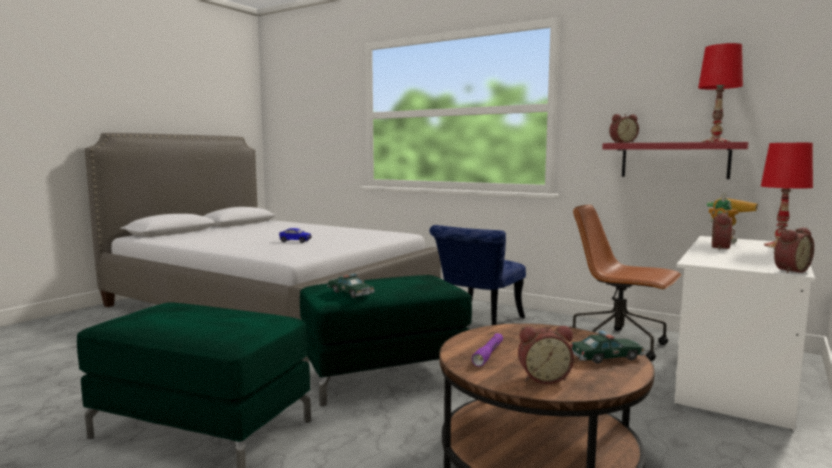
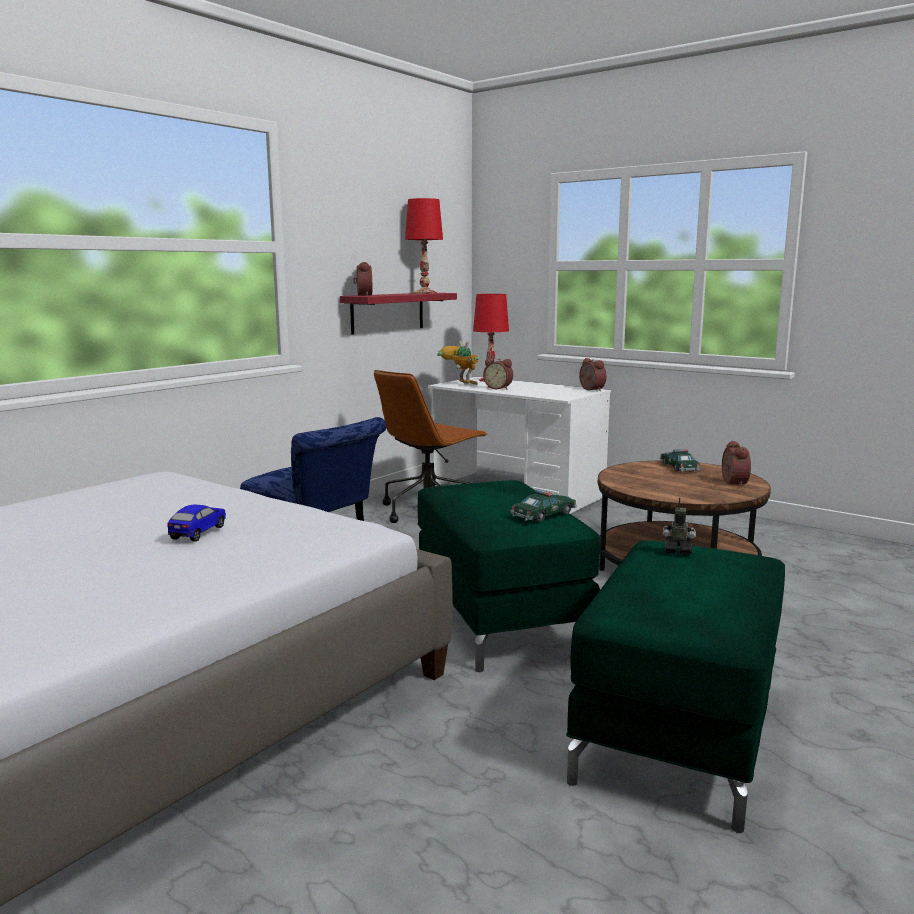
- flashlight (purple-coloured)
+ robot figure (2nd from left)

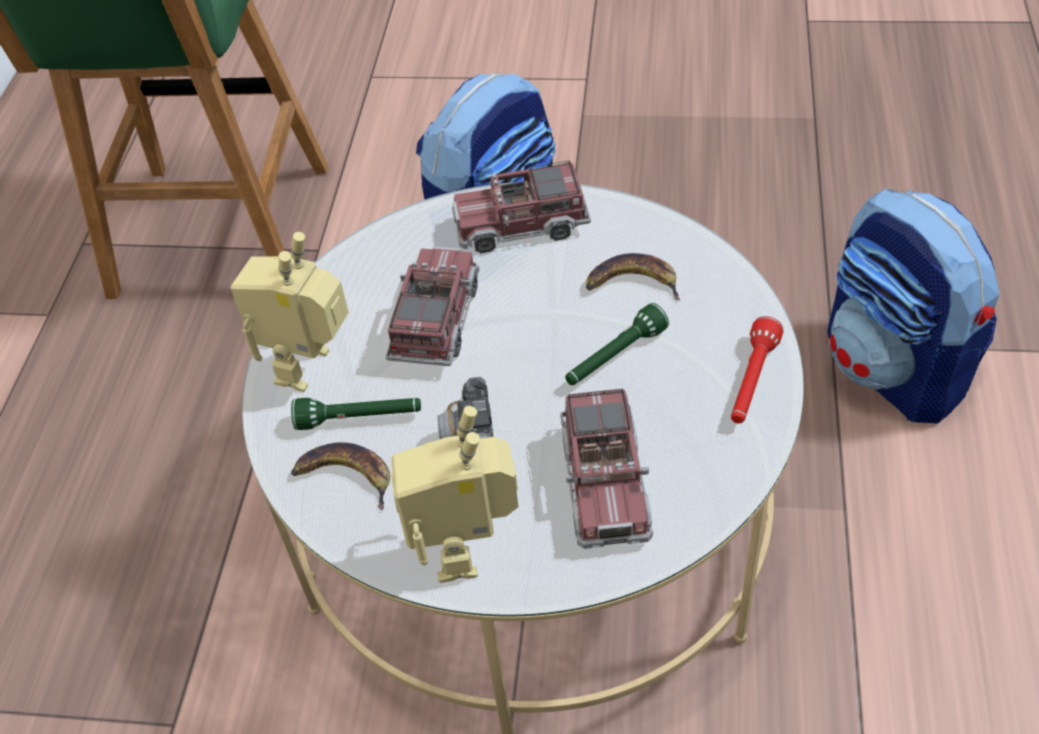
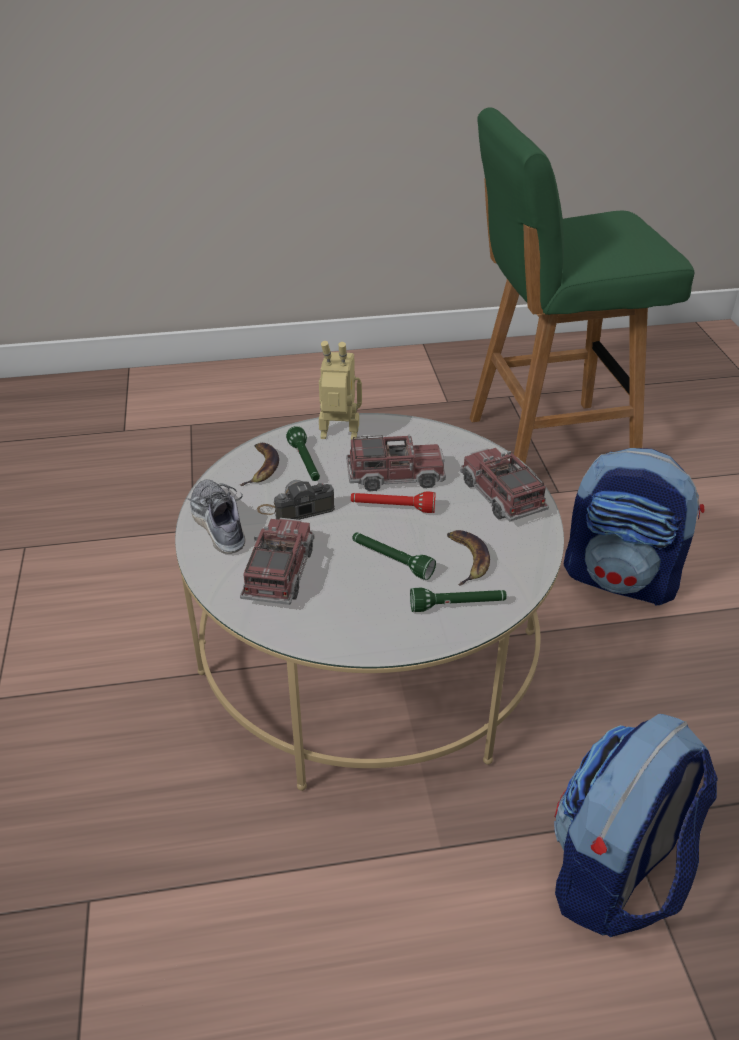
~ flashlight (red-coloured)
~ toy truck (3rd from left in the first image) 120 degrees clockwise
~ robot figure (2nd from left) to shoe
+ flashlight (green) (3rd from left)

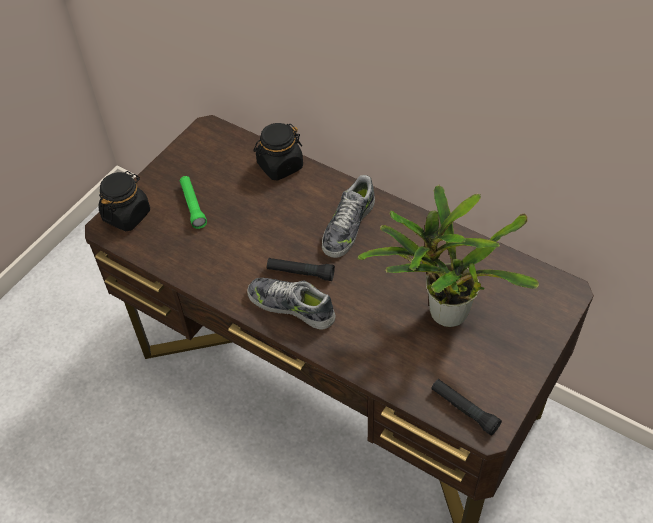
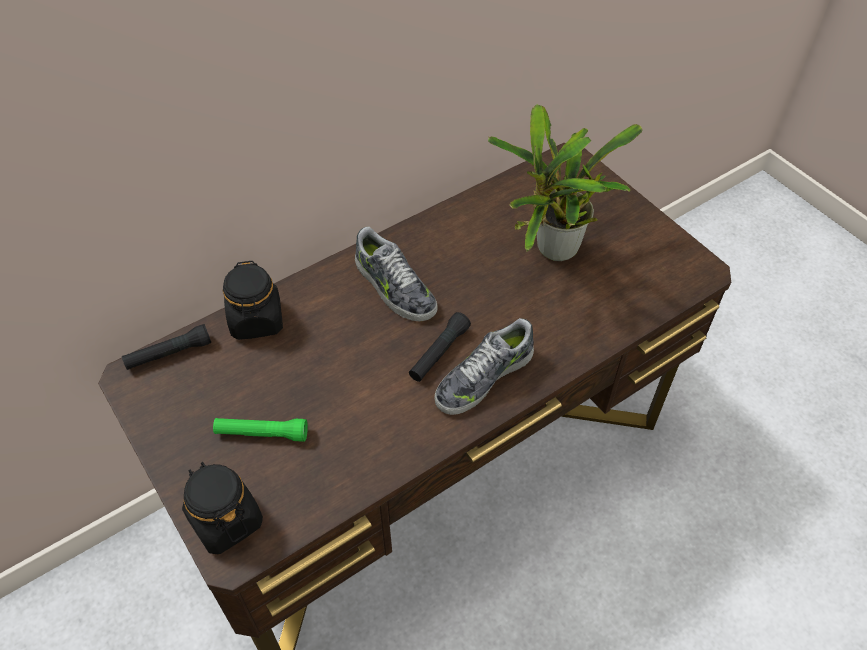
~ flashlight (blackish) (2nd from left in the first image) to flashlight (blackish) (1st from left)

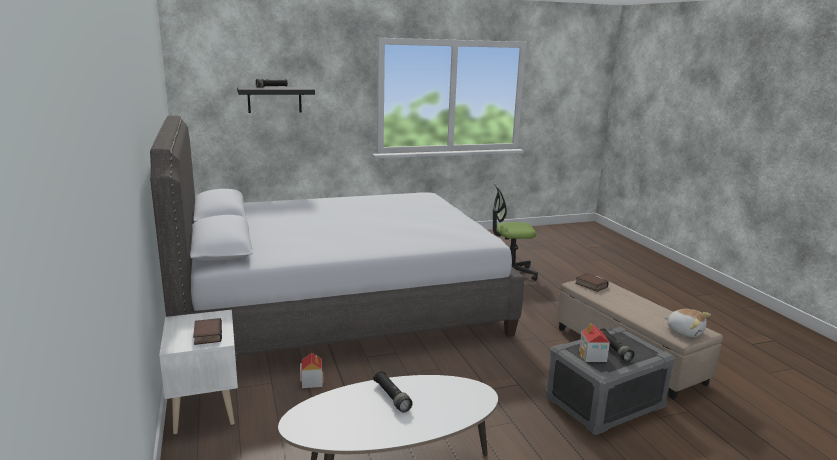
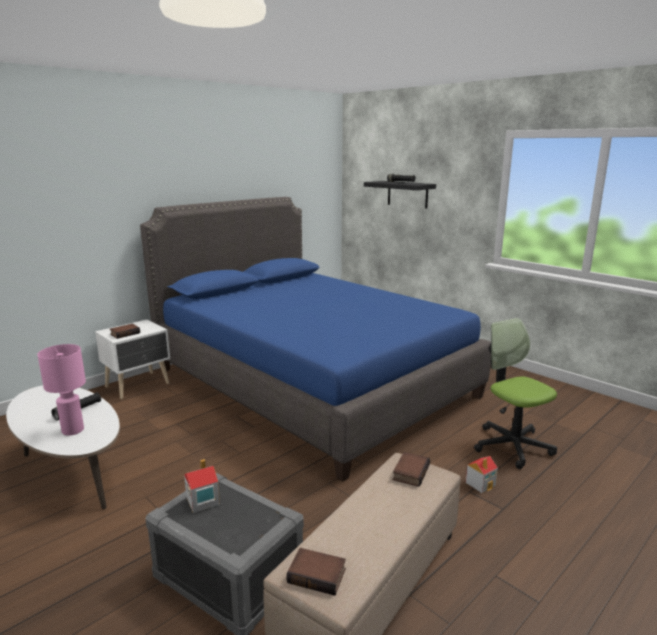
~ sleeping bed (gray) to sleeping bed (blue)
~ cuddly toy to book (2nd from left)
- flashlight (blackish) (3rd from left)
~ miniature house (1st from left in the first image) to miniature house (2nd from left)
+ lamp for a table (pink-coloured)

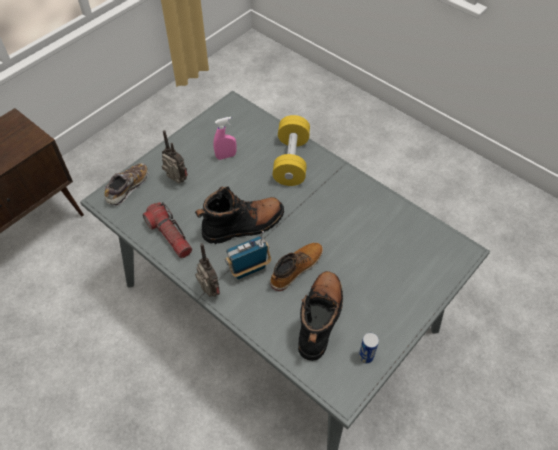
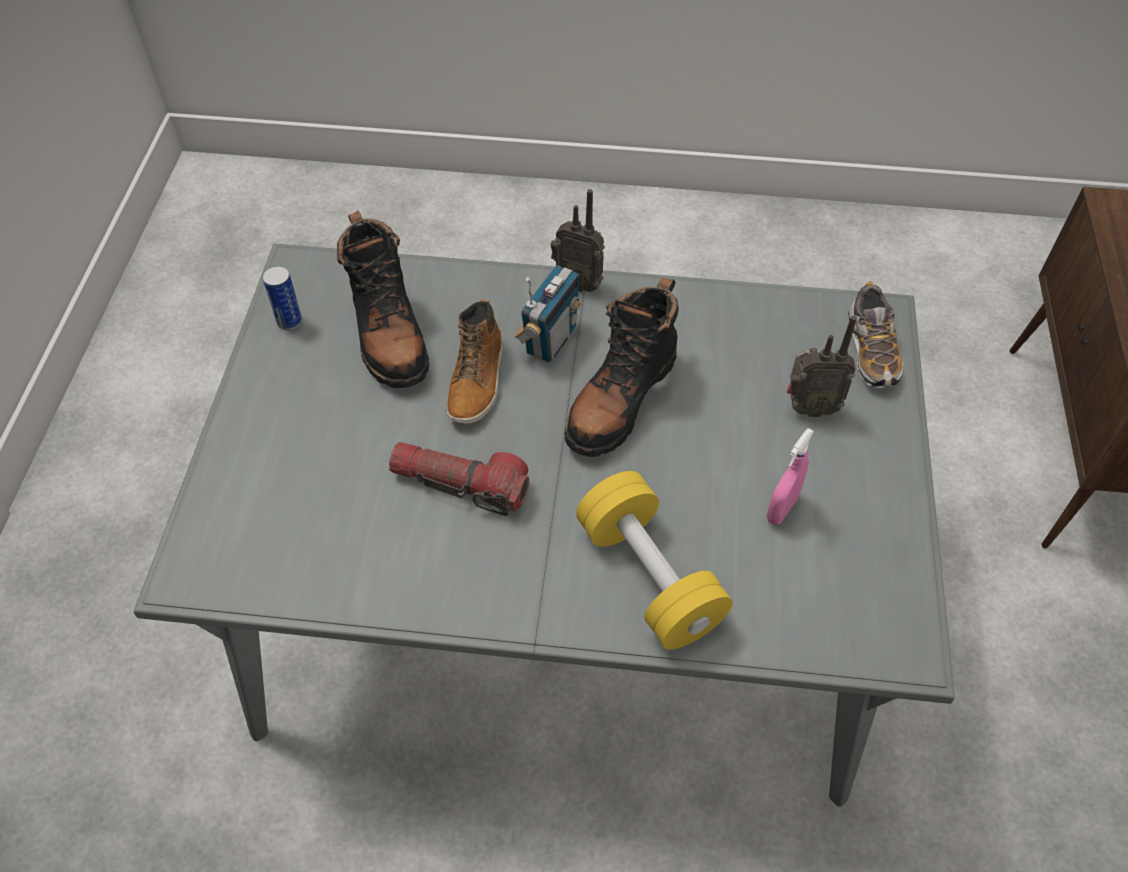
~ flashlight

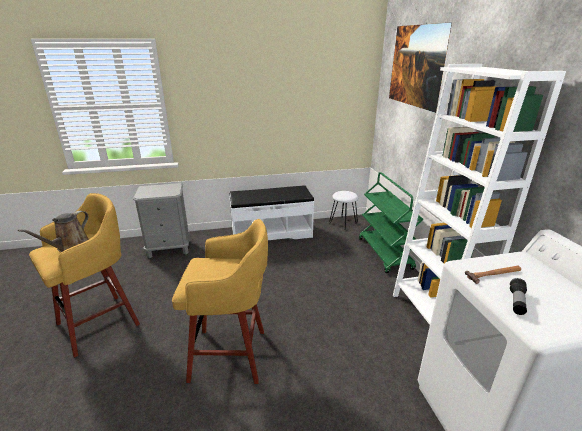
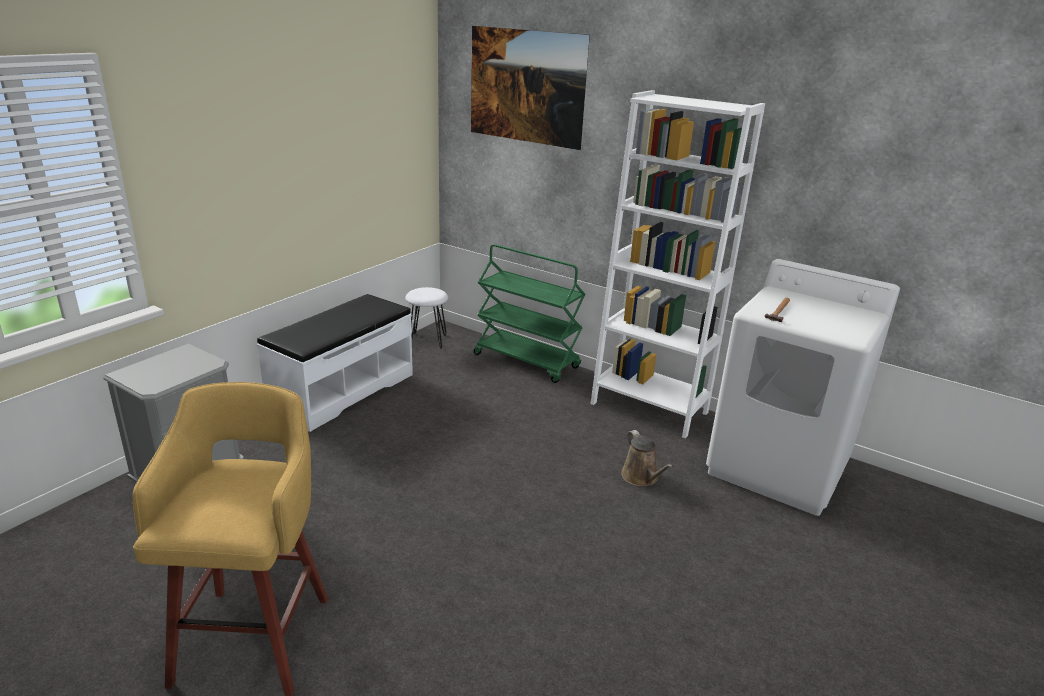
~ watering pot (brownish)
- stool seat (yellow-coloured) (2nd from left)
- flashlight

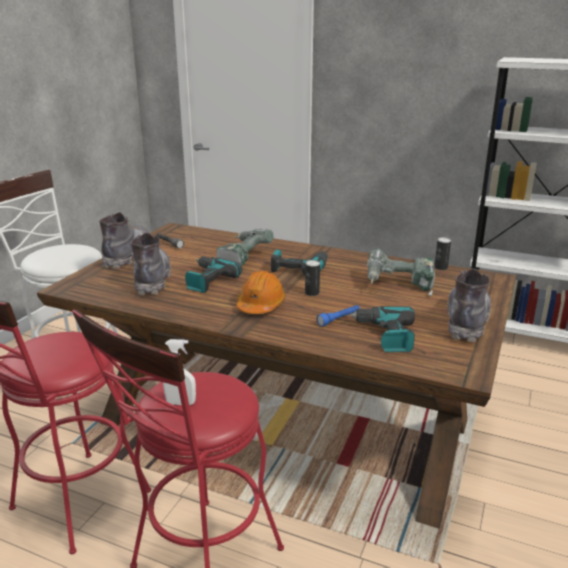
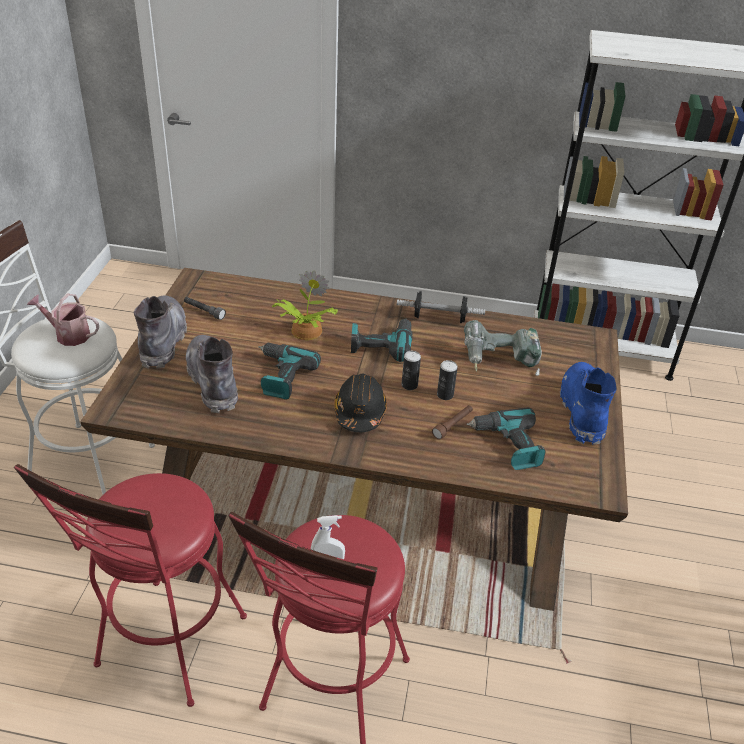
~ drill (2nd from left) to potted plant
~ metal can (2nd from left)
~ high-top boot (gray) (3rd from left) to high-top boot (blue)
~ work helmet (orangey) to work helmet (blackish)
~ flashlight (blue) to flashlight (brownish)
+ dumbbell
+ watering pot

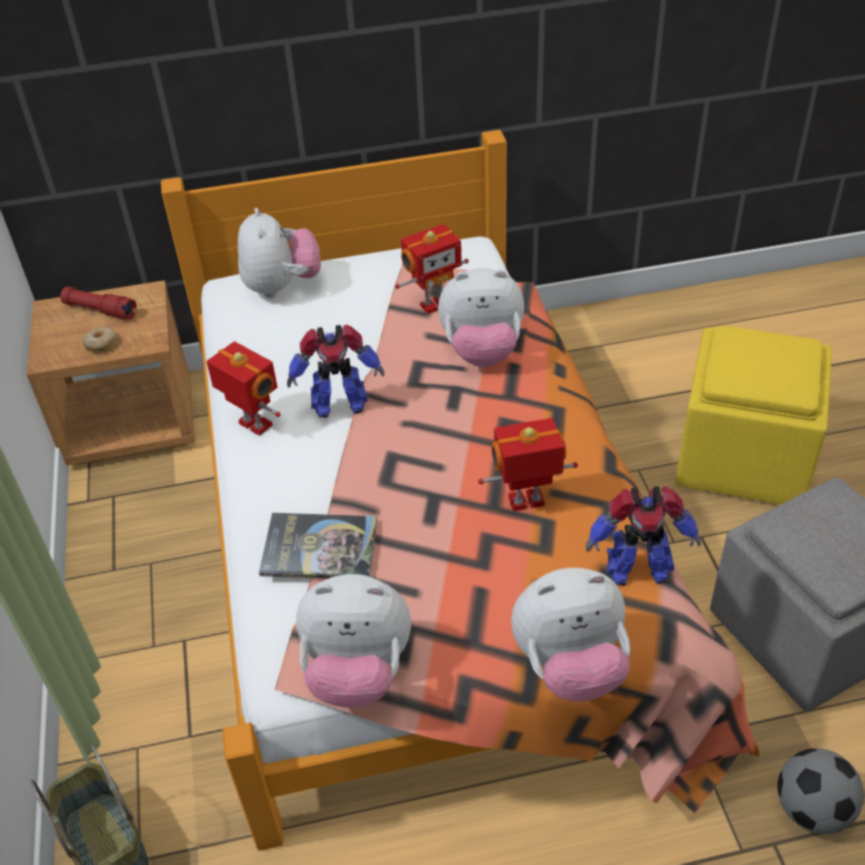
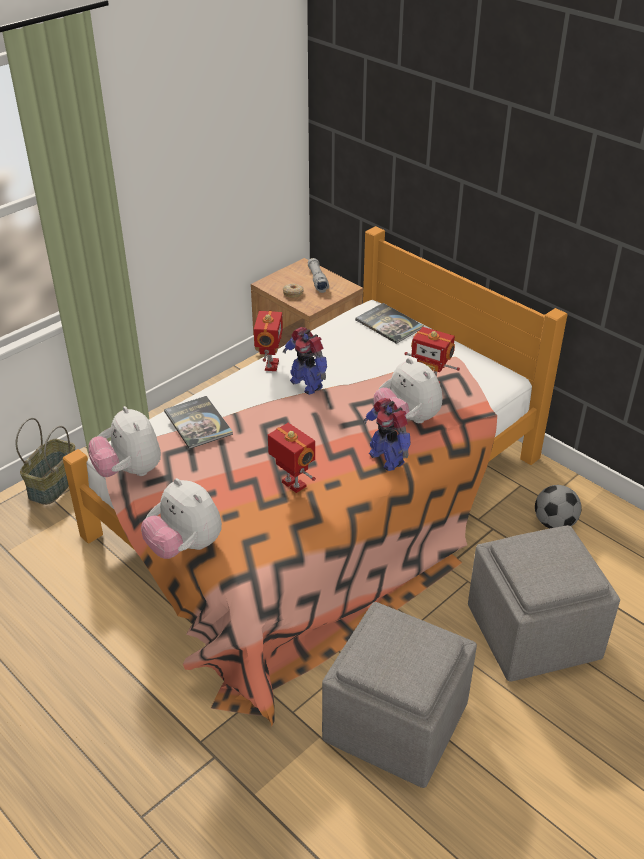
~ cuddly toy (1st from left) to book (2nd from left)
~ flashlight (red-coloured) to flashlight (gray)
~ footrest (yellow-coloured) to footrest (gray) (2nd from left)
~ robot figure (5th from left in the first image) to robot figure (4th from left)
~ football ball

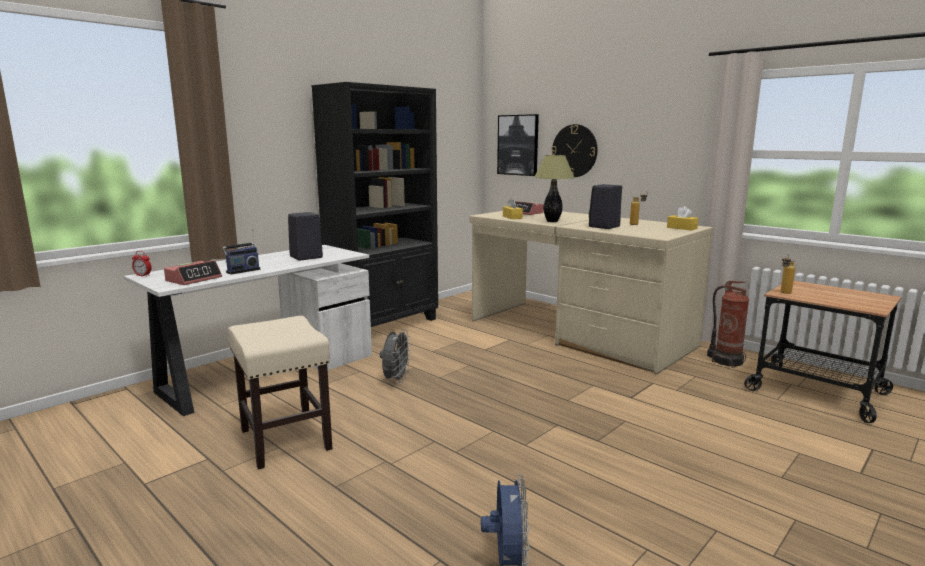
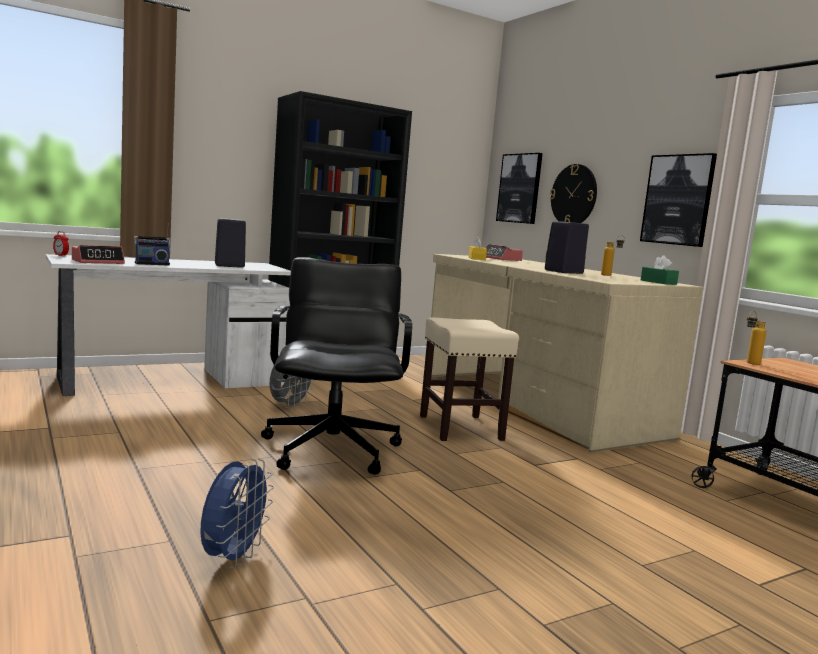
- lamp for a table
~ box of tissues (yellow-coloured) (2nd from left) to box of tissues (green)
- fire-fighting cylinder
~ stool seat (beige)
+ picture (2nd from left)
+ computer chair (blackish)

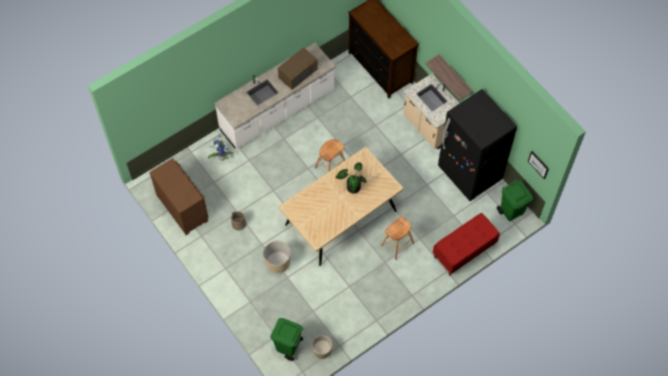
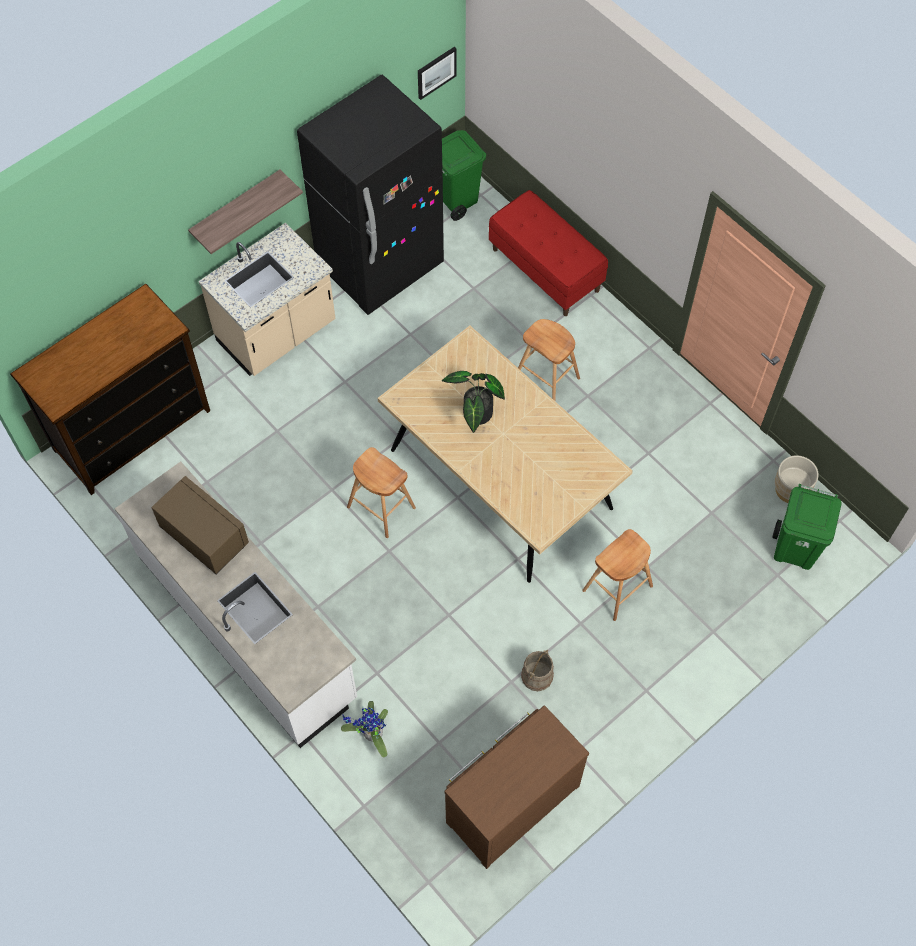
~ planter (beige) (1st from left) to stool seat (brownish) (3rd from left)

